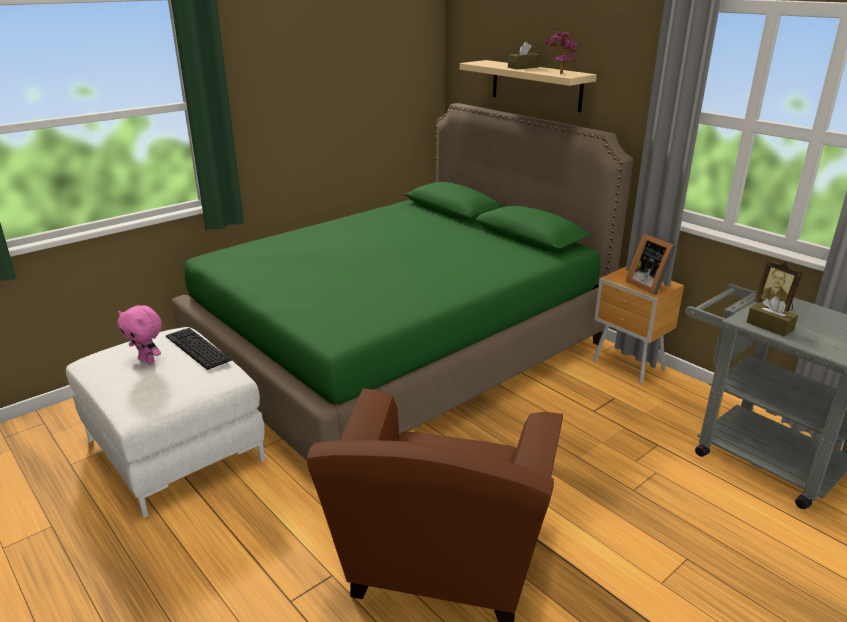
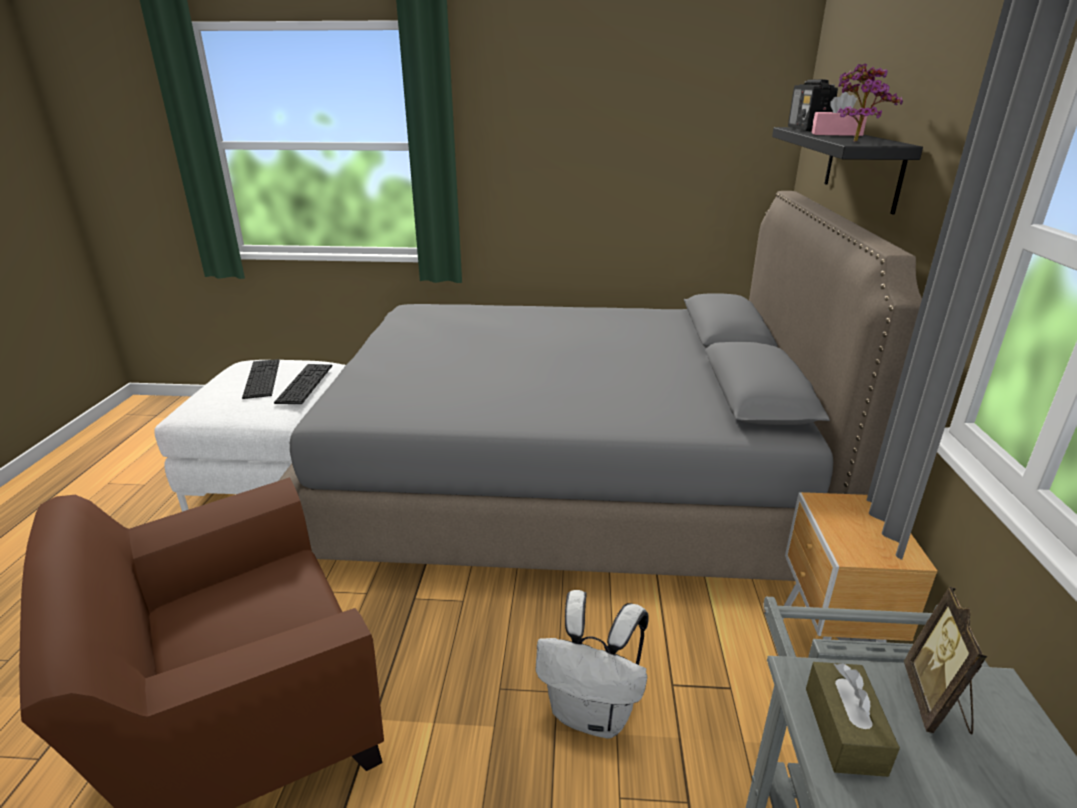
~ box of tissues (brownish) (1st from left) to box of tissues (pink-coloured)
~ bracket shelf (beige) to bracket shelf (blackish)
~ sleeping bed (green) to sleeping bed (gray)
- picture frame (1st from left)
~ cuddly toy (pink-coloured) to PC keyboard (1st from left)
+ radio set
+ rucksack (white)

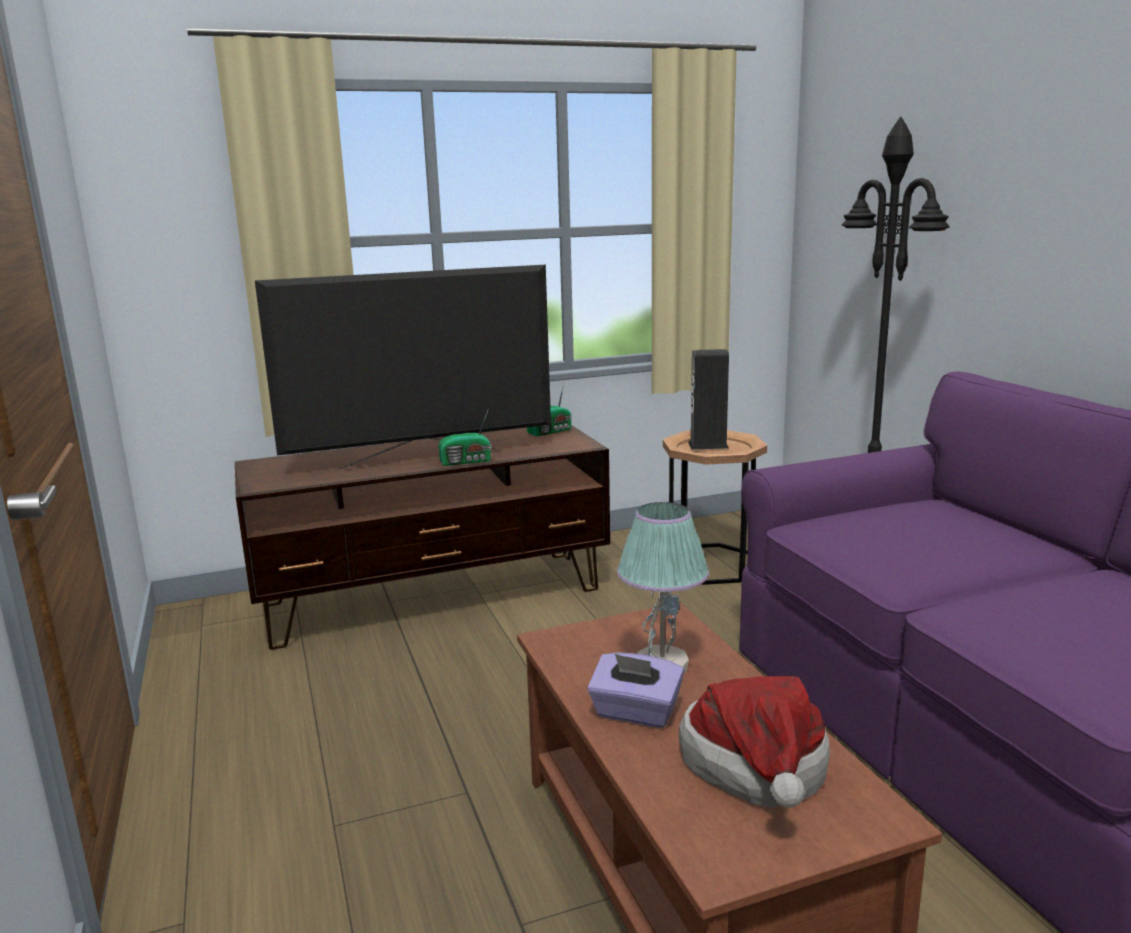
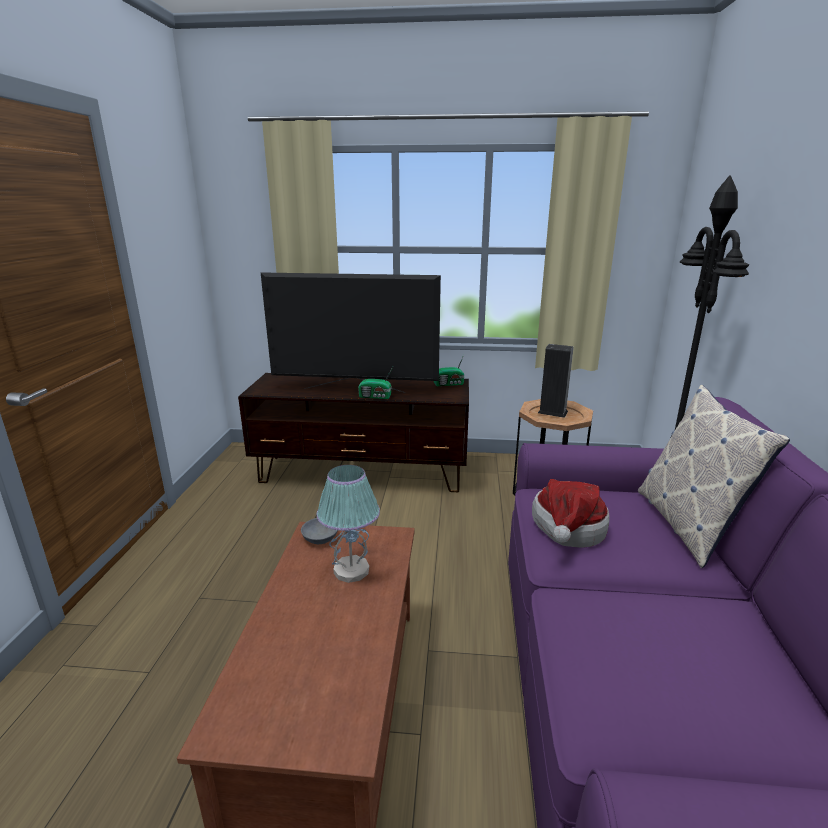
- box of tissues (purple-coloured)
~ hat
+ throw pillow
+ bowl (gray)

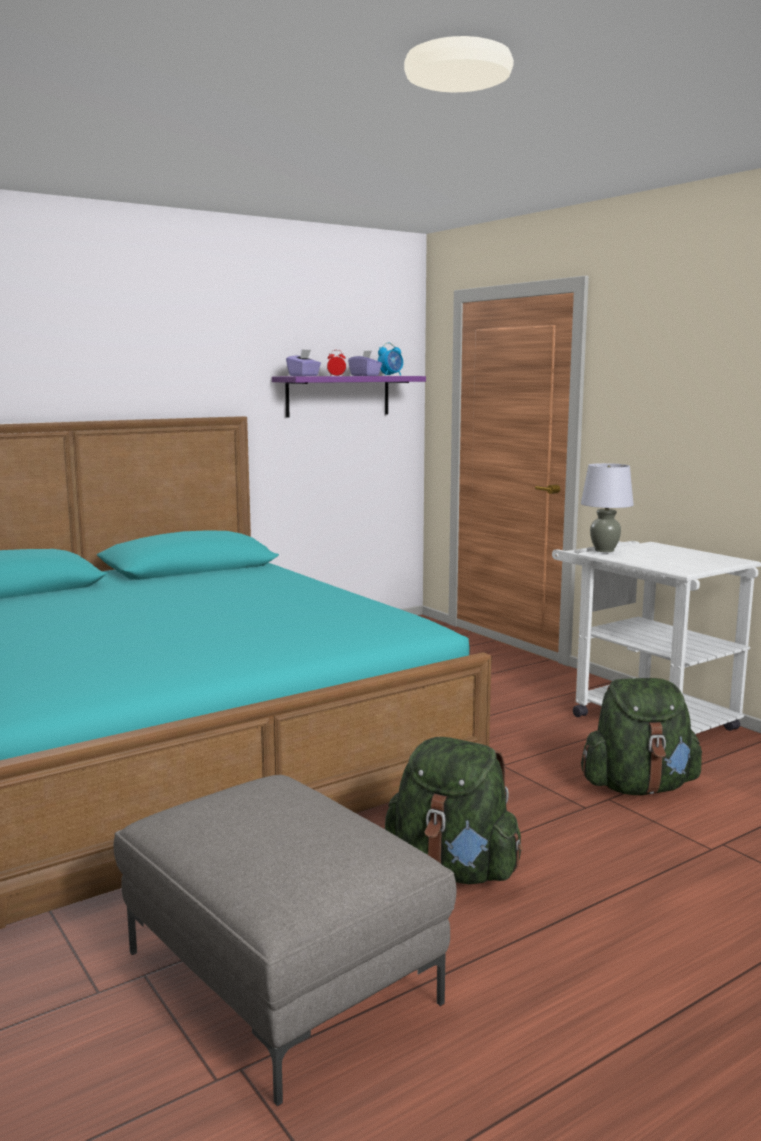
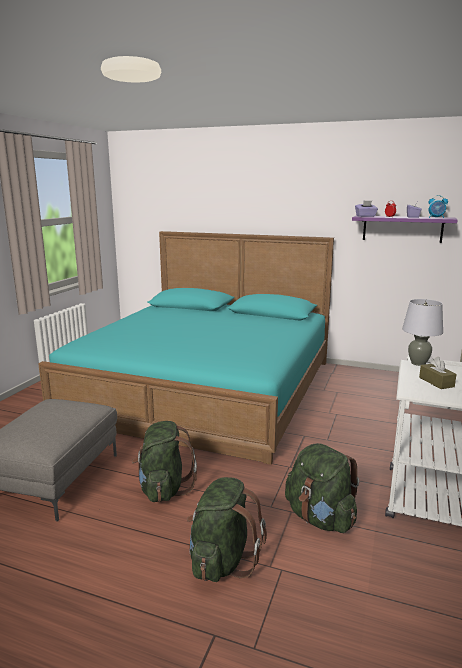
+ box of tissues (brownish)
+ rucksack (green) (2nd from left)

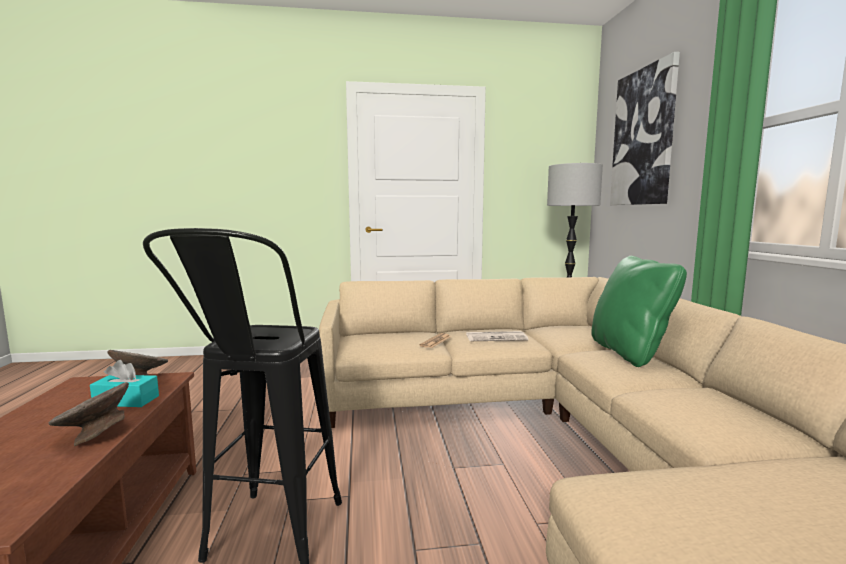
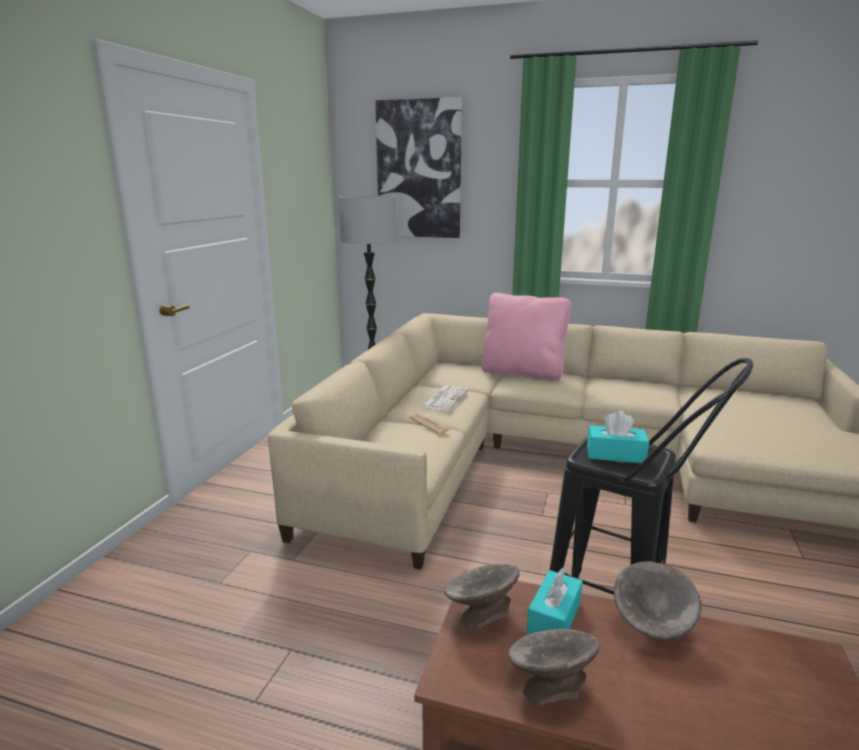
~ throw pillow (green) to throw pillow (pink-coloured)
+ box of tissues (blue-green) (2nd from left)
+ bowl (gray) (2nd from left)

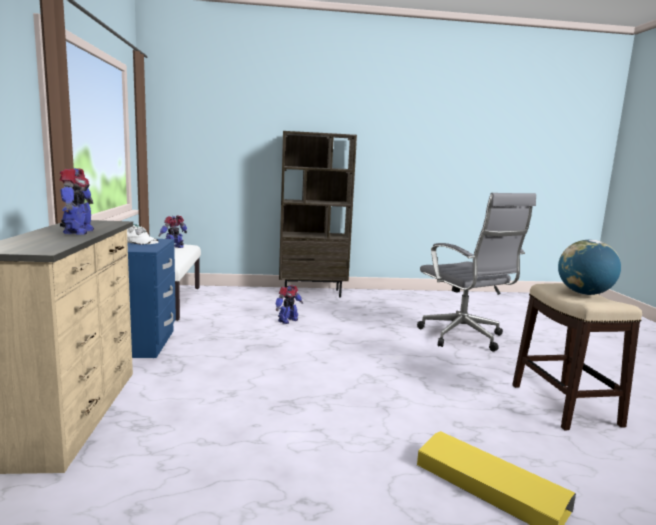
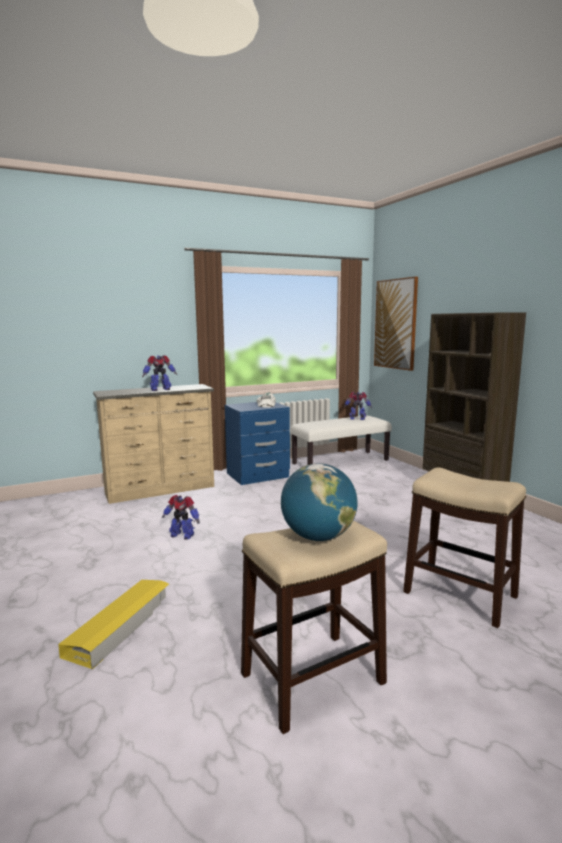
~ computer chair (gray) to stool seat (2nd from left)
~ robot figure (3rd from left in the first image) to robot figure (2nd from left)
+ picture

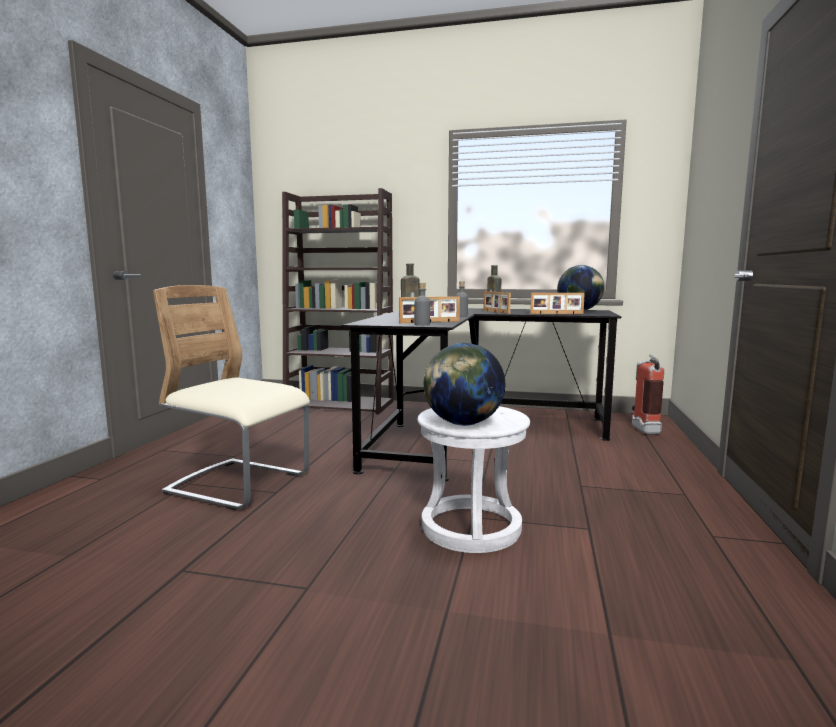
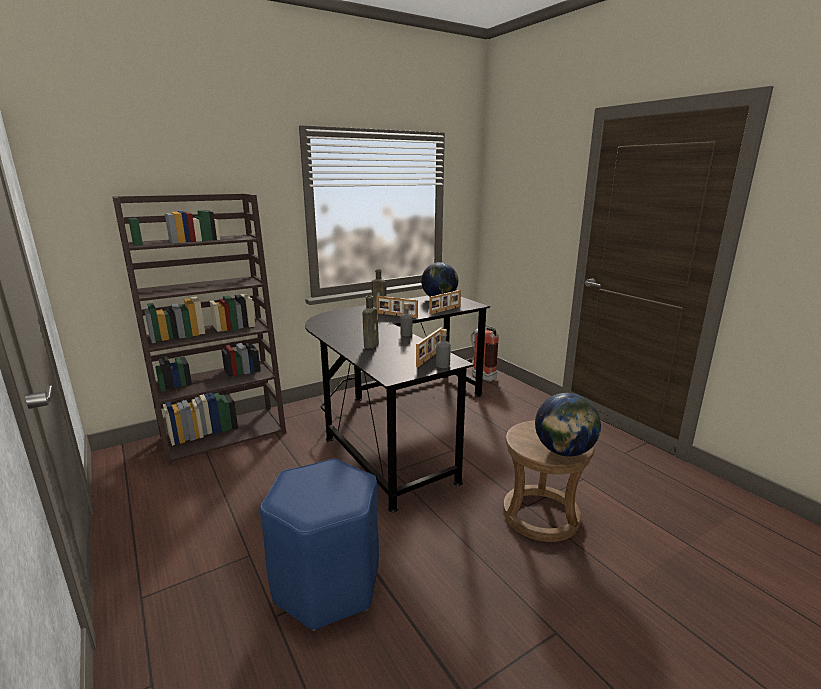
~ upright chair (beige) to stool seat (blue)
~ stool seat (white) to stool seat (brownish)

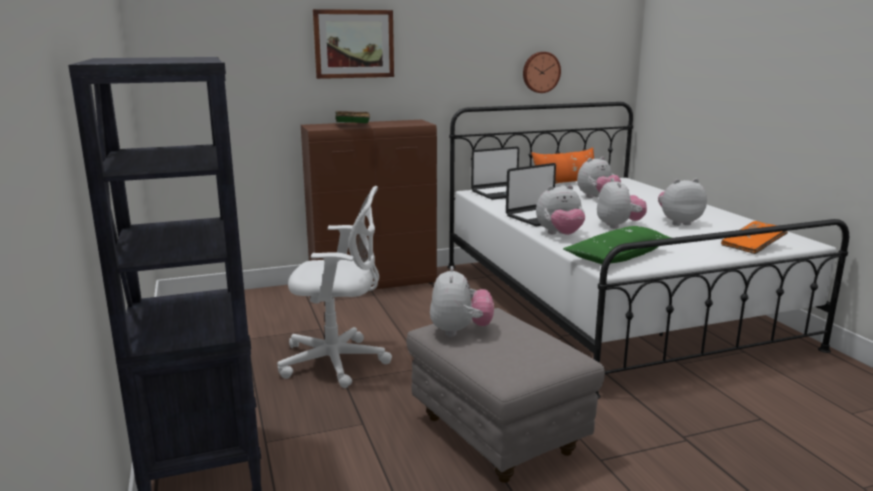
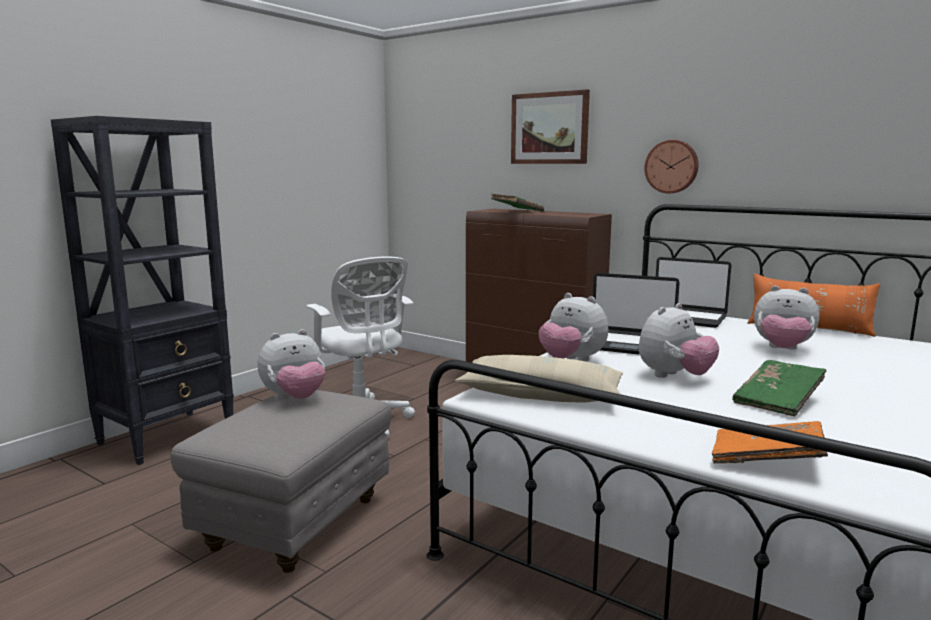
~ hanging clock
~ cuddly toy (5th from left) to book (green) (2nd from left)
~ throw pillow (green) to throw pillow (beige)

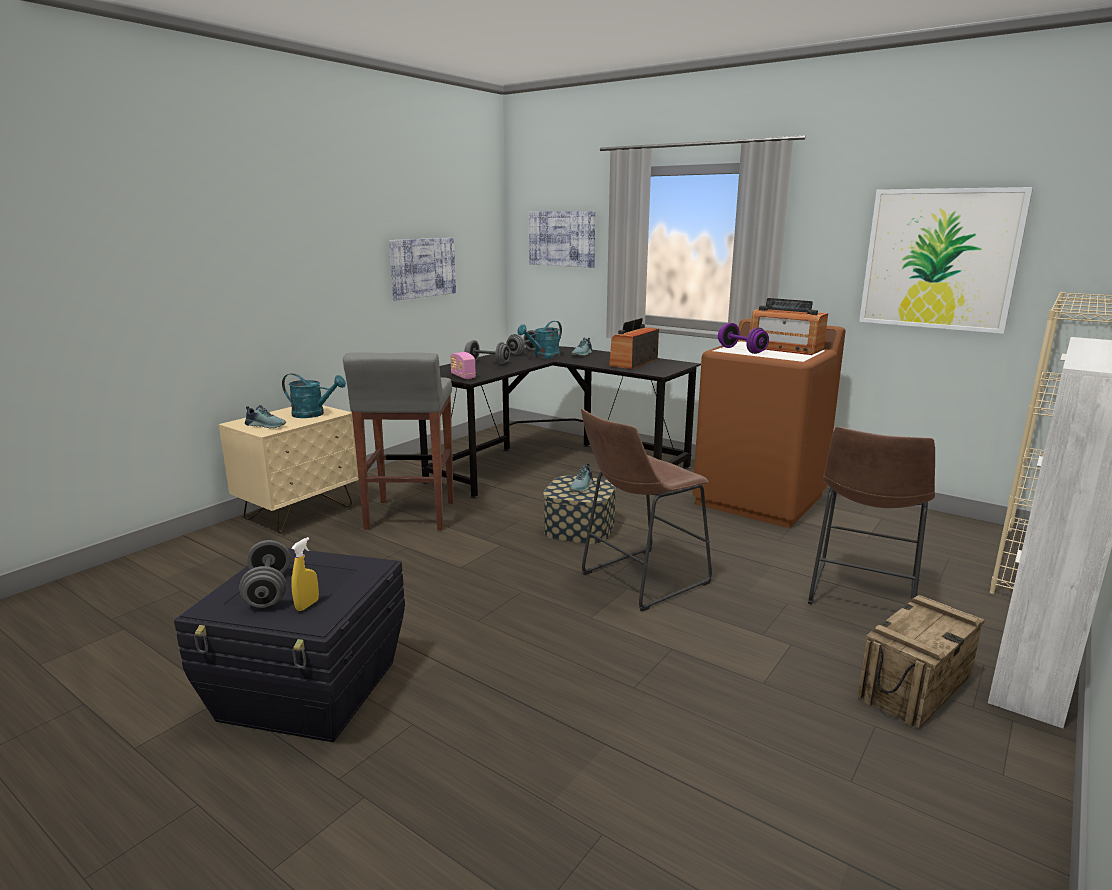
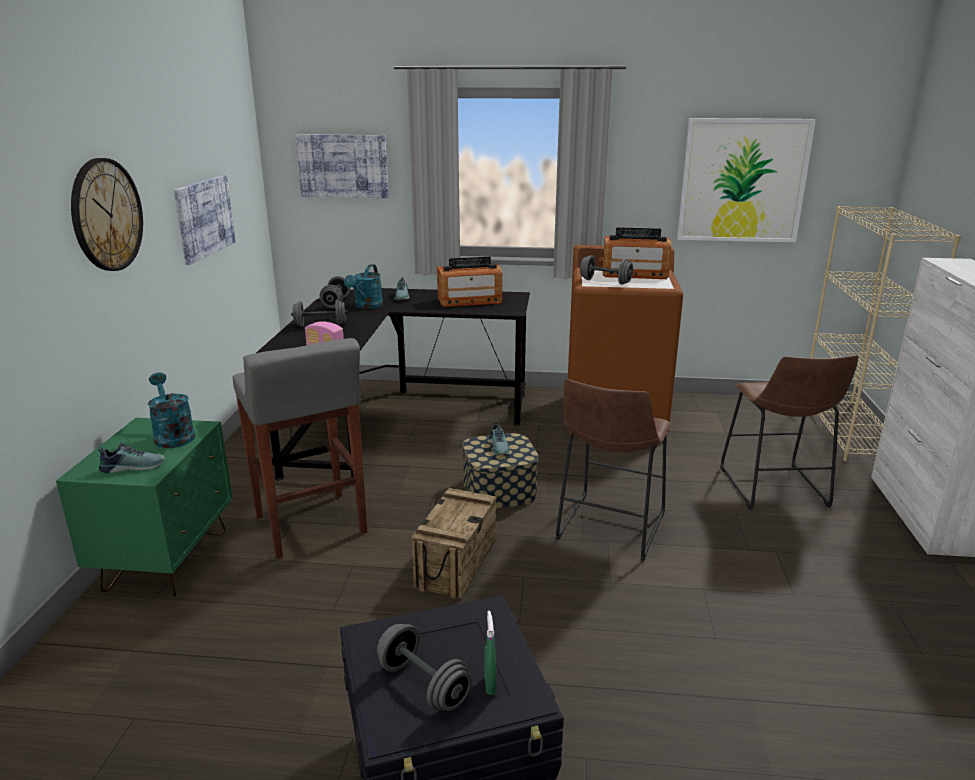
~ radio set (2nd from left) 105 degrees counterclockwise
~ dumbbell (purple-coloured) to dumbbell (gray) (4th from left)
~ watering pot (blue-green) (1st from left) 105 degrees counterclockwise
~ bedside table (beige) to bedside table (green)
~ sprayer (yellow-coloured) to sprayer (green)
~ packing crate
+ hanging clock

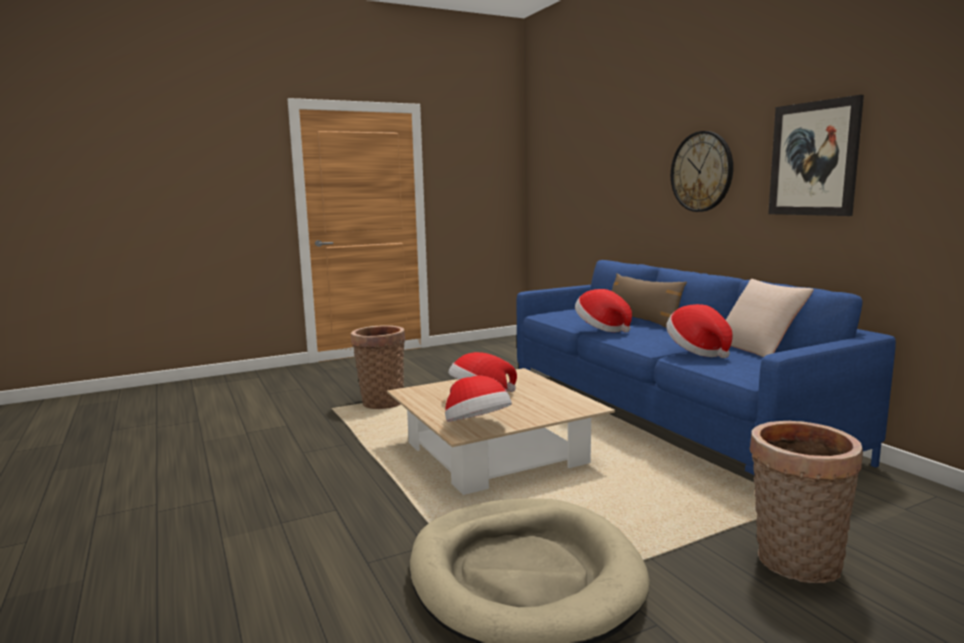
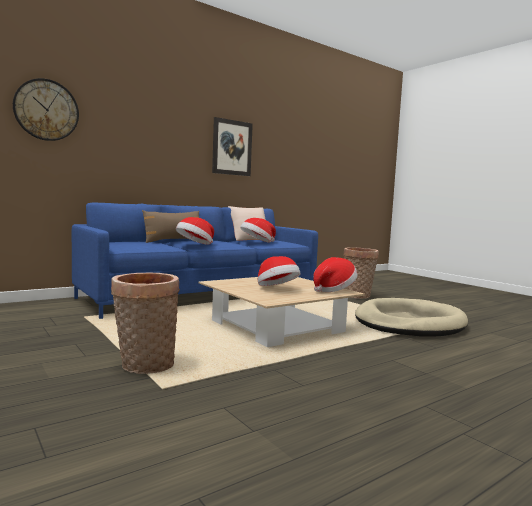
~ hanging clock

